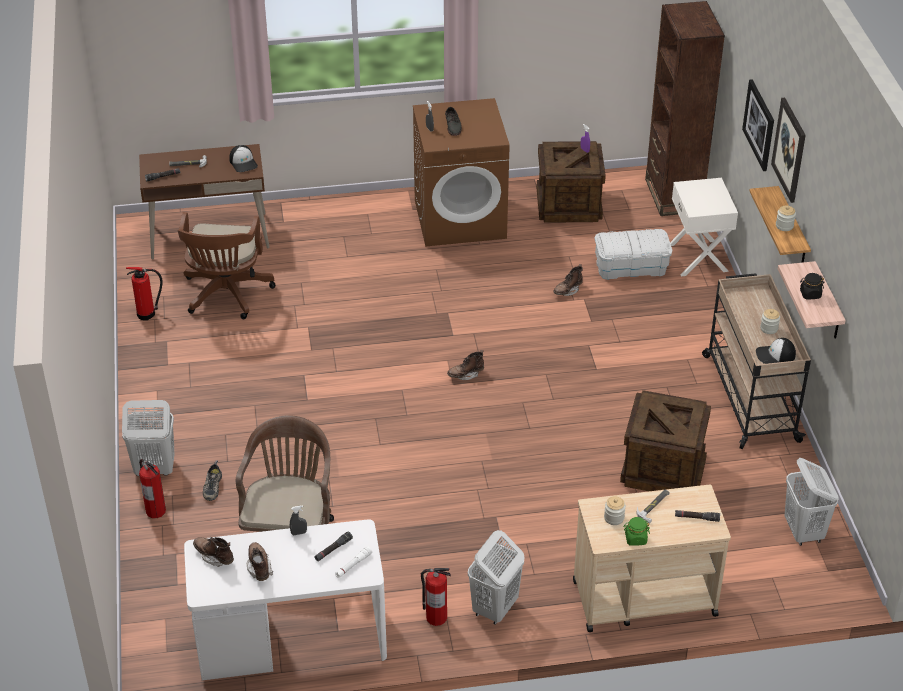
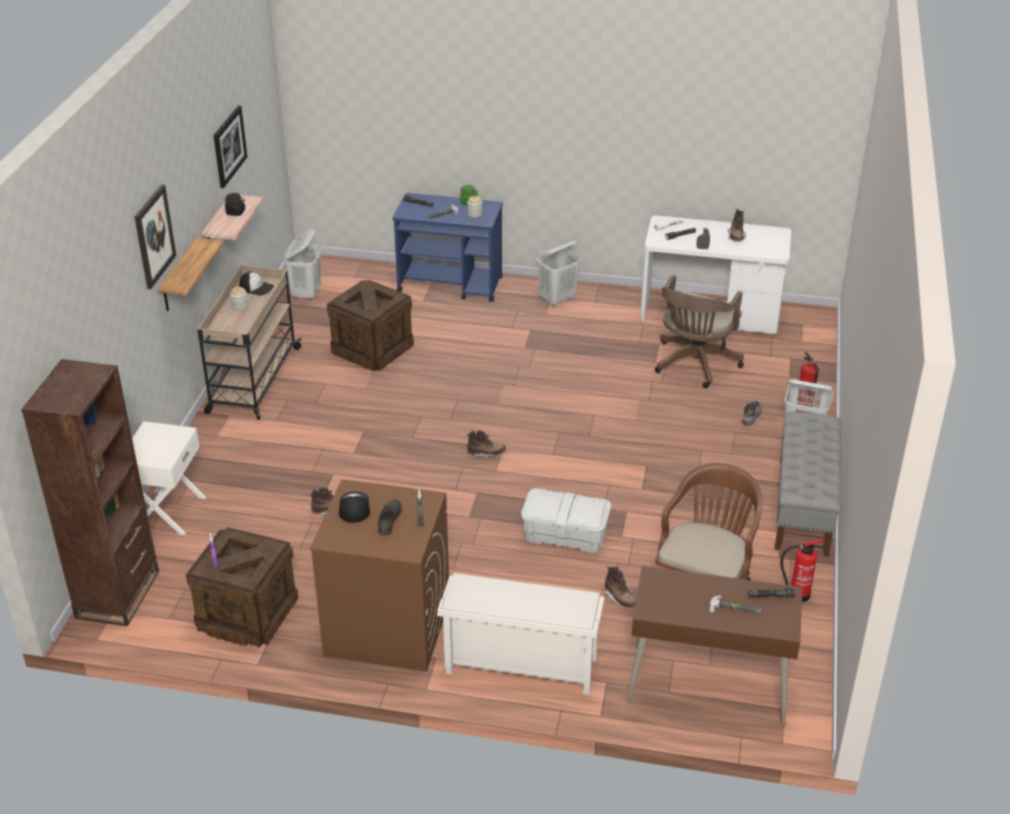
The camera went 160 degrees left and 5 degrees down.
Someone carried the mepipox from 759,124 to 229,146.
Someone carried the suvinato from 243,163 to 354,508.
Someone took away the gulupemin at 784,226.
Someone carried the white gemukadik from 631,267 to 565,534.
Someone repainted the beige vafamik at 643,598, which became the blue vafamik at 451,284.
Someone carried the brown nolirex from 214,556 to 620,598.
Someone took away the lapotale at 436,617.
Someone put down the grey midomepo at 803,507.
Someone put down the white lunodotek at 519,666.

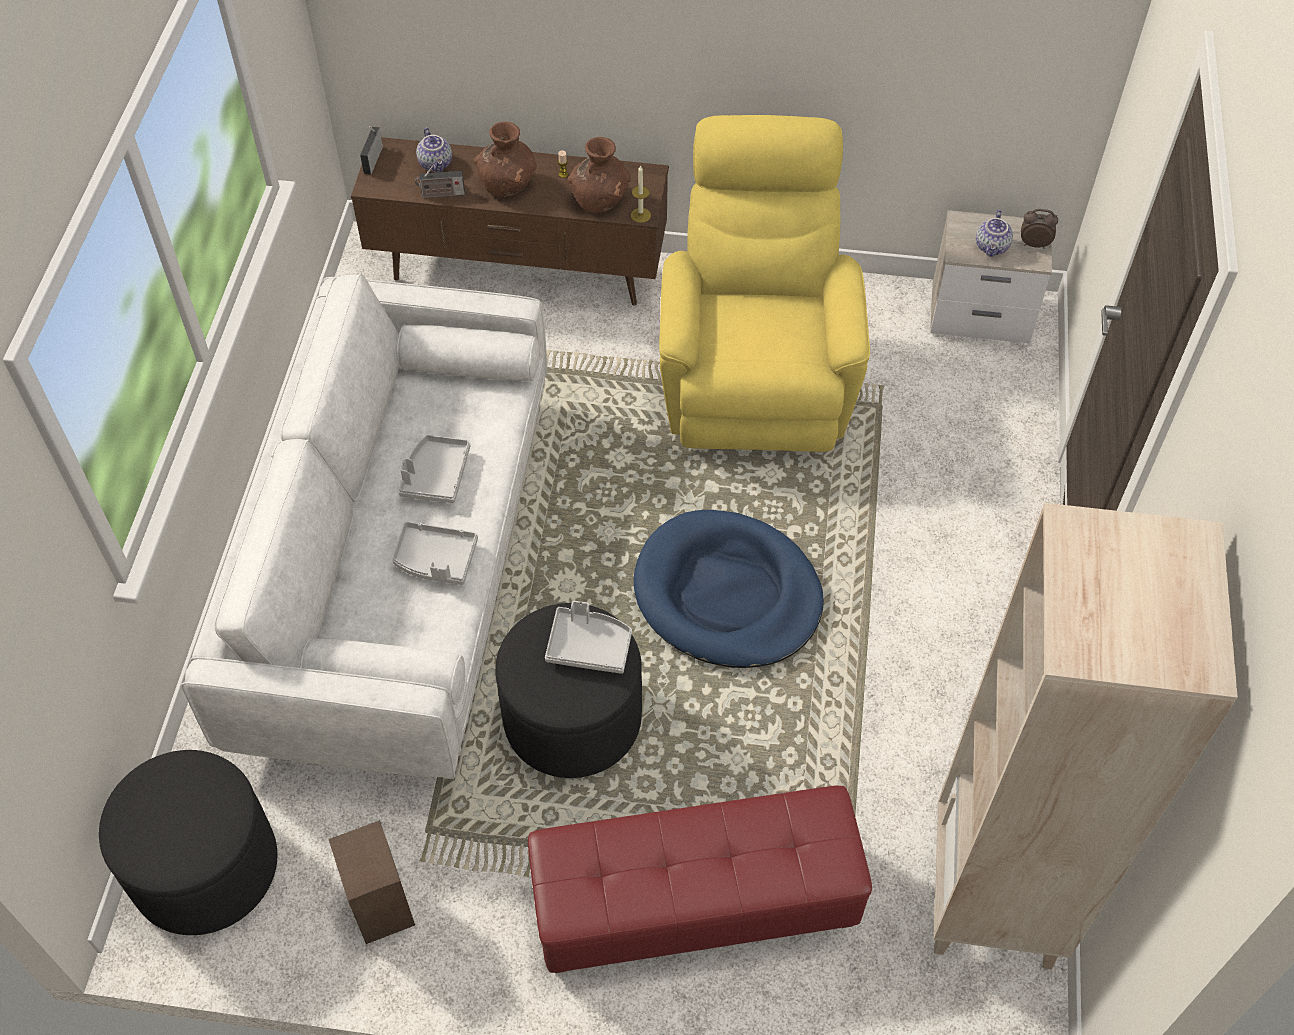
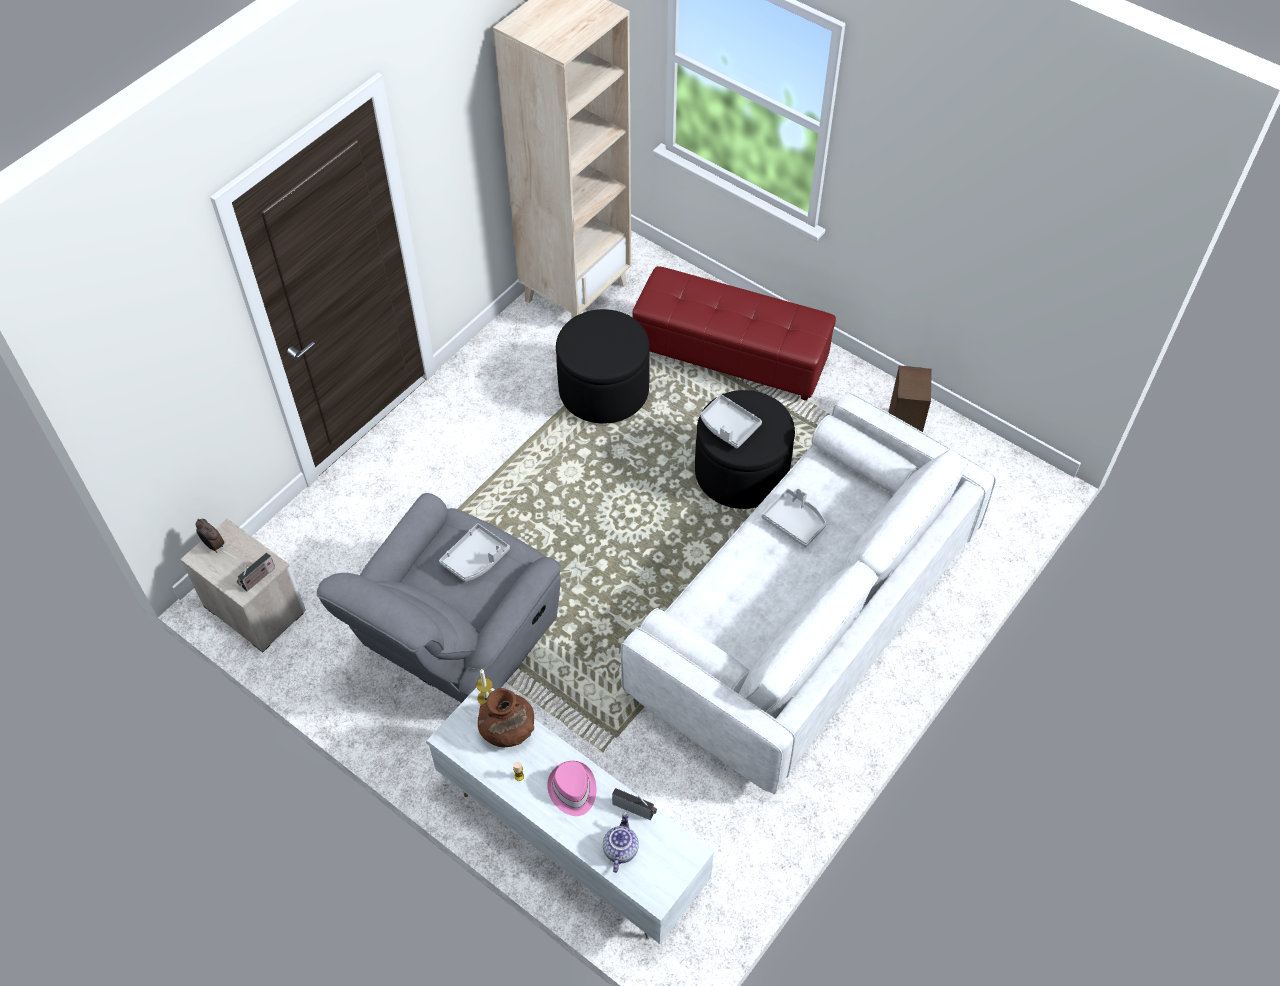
The camera went 150 degrees left and 0 degrees up.
Someone repainted the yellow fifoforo at 756,374, which became the grey fifoforo at 456,644.
Someone swapped the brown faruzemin at 508,184 for the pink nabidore at 572,790.
Someone carried the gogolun from 373,158 to 258,579.
Someone repainted the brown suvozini at 519,273, which became the white suvozini at 572,842.
Someone took away the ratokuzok at 992,247.
Someone carried the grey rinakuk from 436,476 to 476,559.
Someone took away the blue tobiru at 727,594.
Someone carried the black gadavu from 205,867 to 604,390.

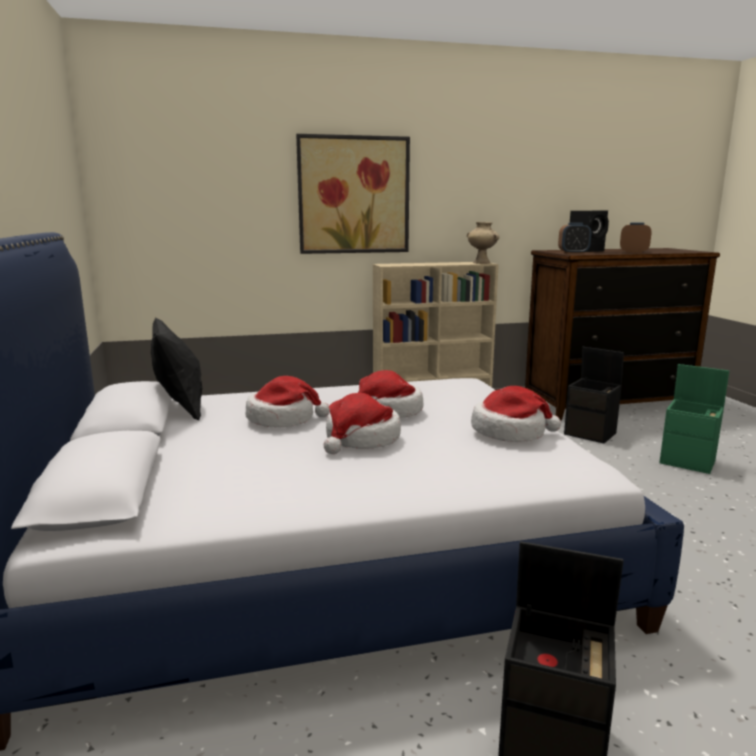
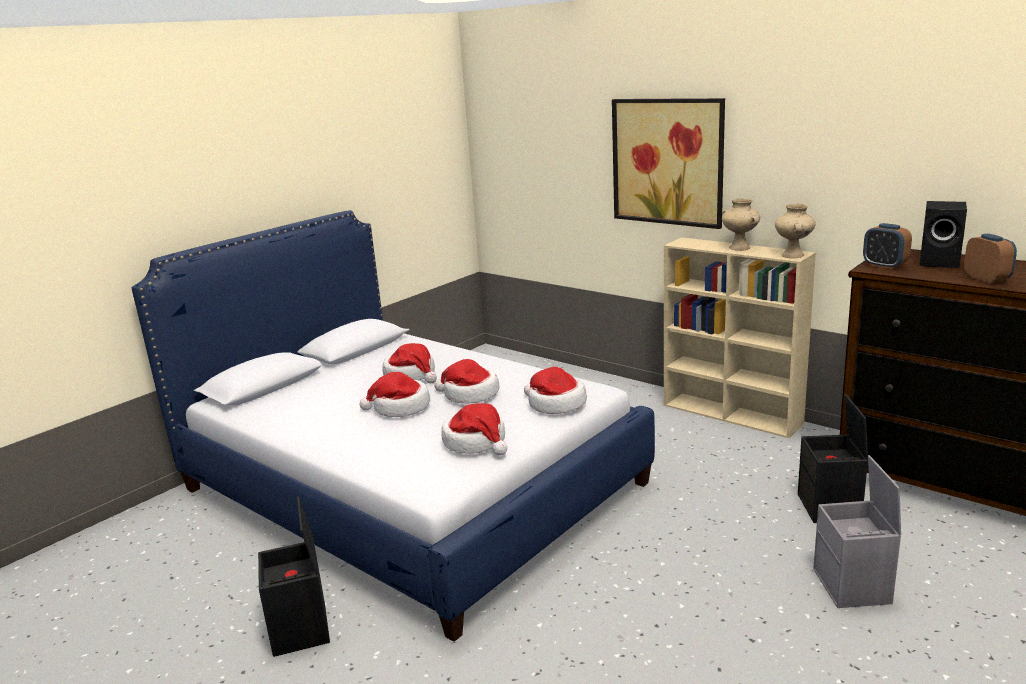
The camera went 55 degrees right and 5 degrees up.
Someone took away the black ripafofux at 180,409.
Someone repainted the green gemukadik at 688,462, which became the grey gemukadik at 853,587.
Someone put down the beige faruzemin at 740,248.
Someone put down the nabidore at 555,404.

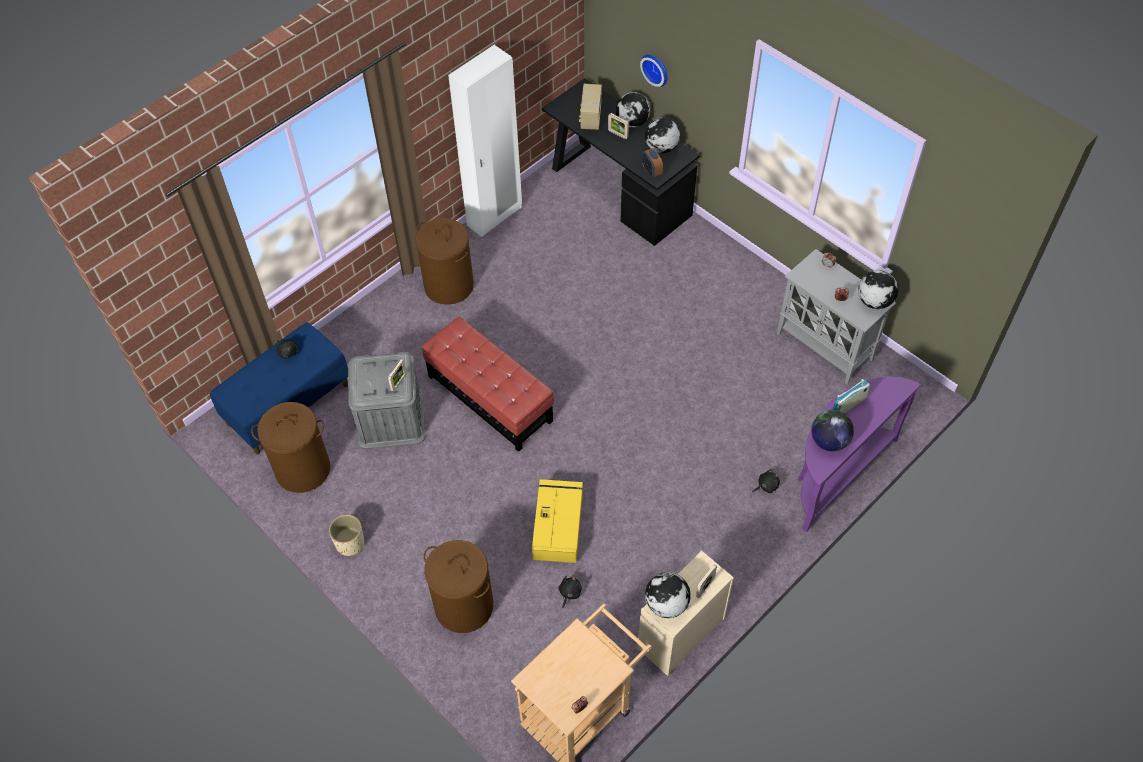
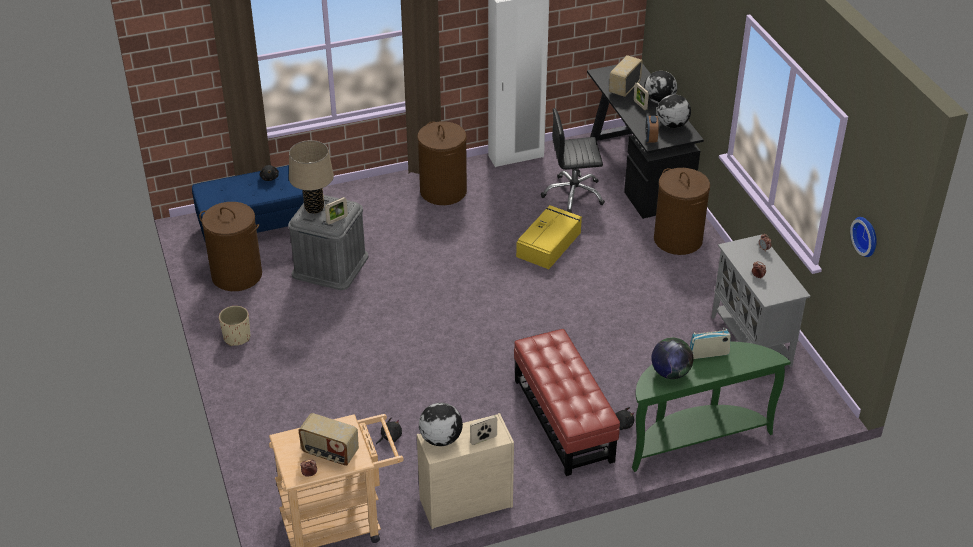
The camera went 25 degrees right and 15 degrees down.
Someone carried the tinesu from 656,69 to 867,236.
Someone took away the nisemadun at 874,301.
Someone carried the red gadavu from 489,399 to 562,420.
Someone repainted the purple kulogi at 836,473, which became the green kulogi at 695,438.
Someone carried the yellow gemukadik from 558,525 to 549,244.
Someone carried the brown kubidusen from 463,606 to 677,240.
Someone put down the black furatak at 573,194.
Someone put down the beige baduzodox at 314,208.
Someone put down the gogolun at 330,453.

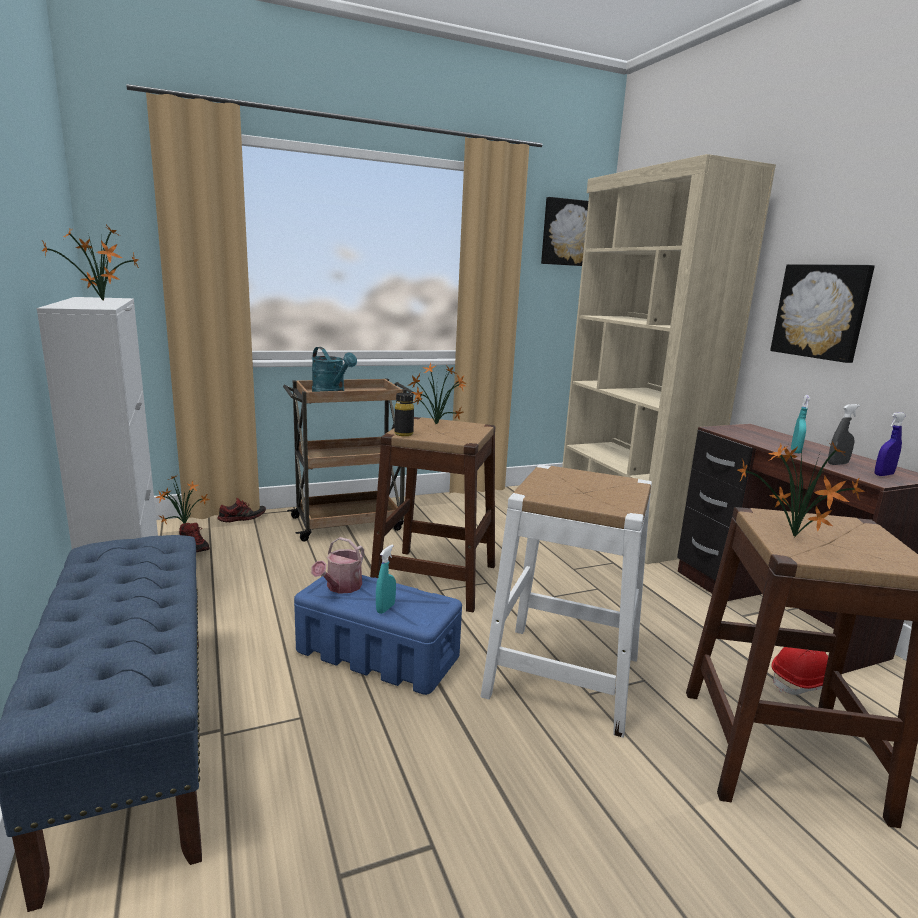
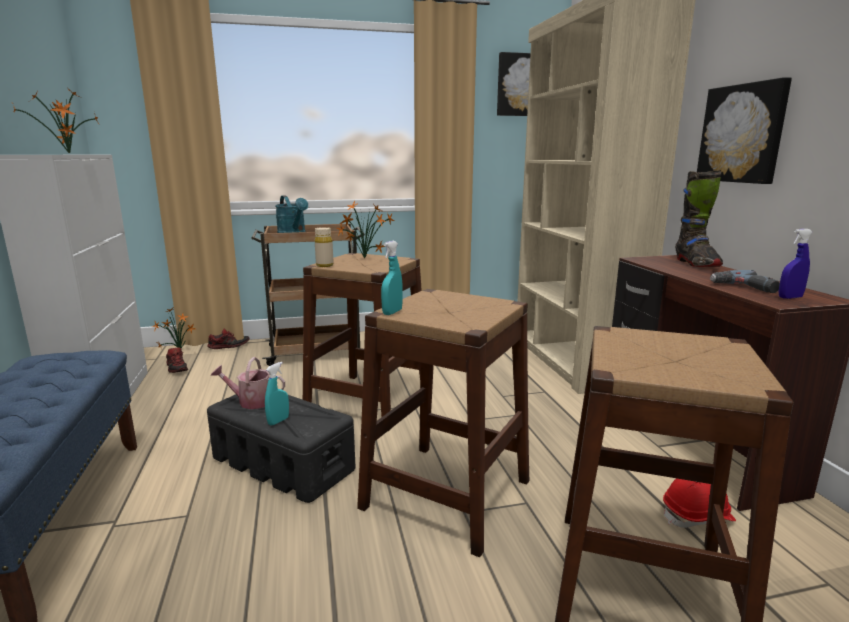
The camera went 10 degrees right and 0 degrees up.
Someone repainted the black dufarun at 403,434, which became the beige dufarun at 324,265.
Someone carried the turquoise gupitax from 795,451 to 392,312.
Someone swapped the grey gupitax at 837,464 for the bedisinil at 744,288.
Someone took away the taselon at 794,538.
Someone repainted the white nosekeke at 563,675, which became the brown nosekeke at 447,493.
Someone rotated the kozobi at 341,587 by 60 degrees clockwise.
Someone repainted the blue gemukadik at 376,654, which became the black gemukadik at 282,463.
Someone put down the black nolirex at 696,263.

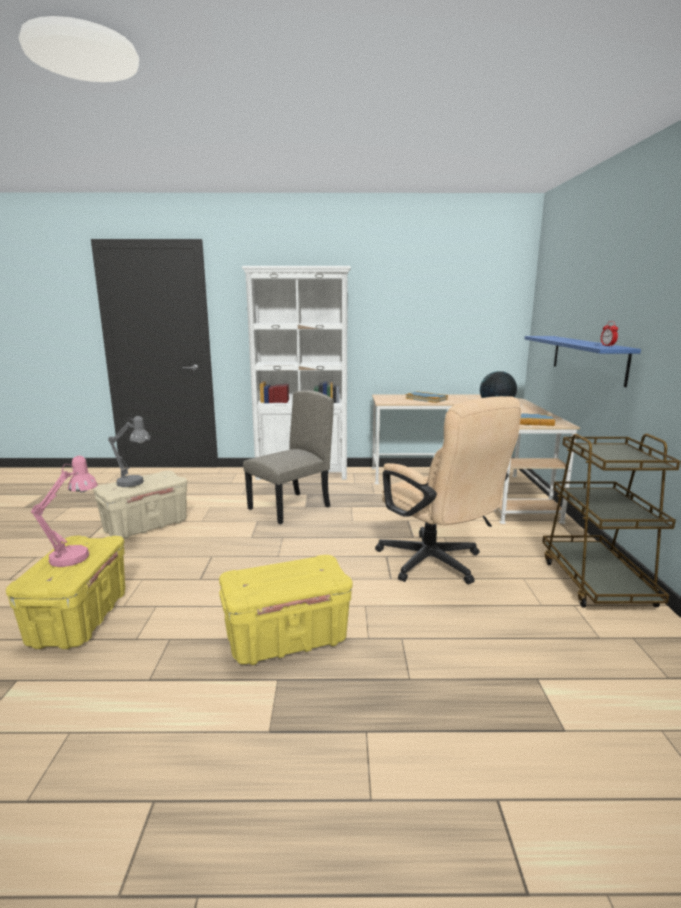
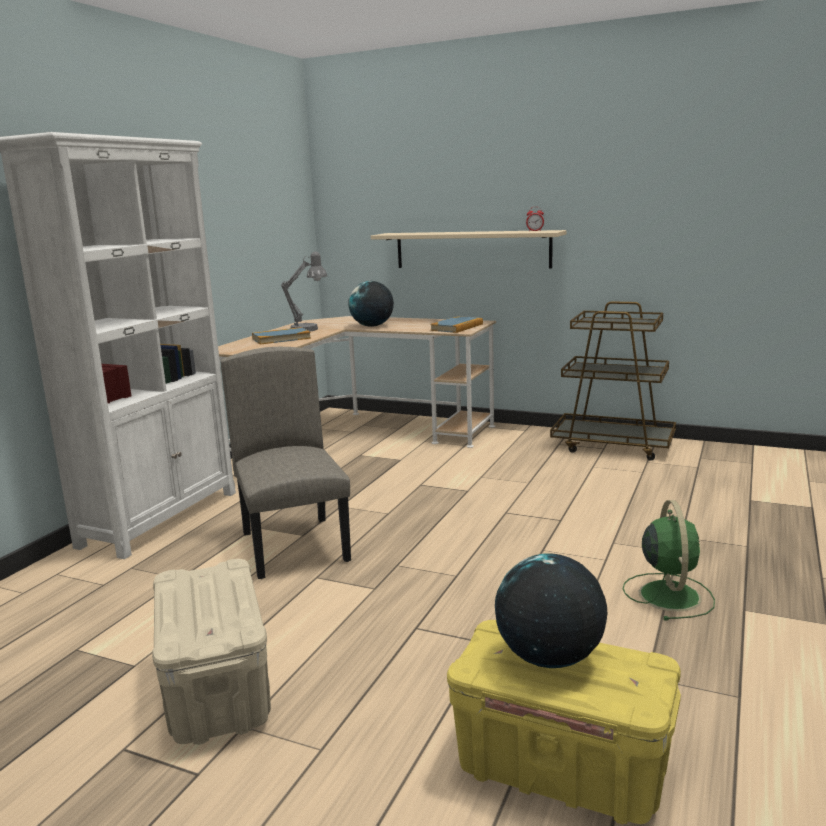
The camera went 65 degrees left and 0 degrees up.
Someone repainted the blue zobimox at 587,358, which became the beige zobimox at 472,249.
Someone took away the beige furatak at 437,565.
Someone carried the grey baduzodox from 134,483 to 309,328.
Someone swapped the pink baduzodox at 76,554 for the nisemadun at 549,658.
Someone swapped the yellow gemukadik at 288,639 for the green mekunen at 668,594.

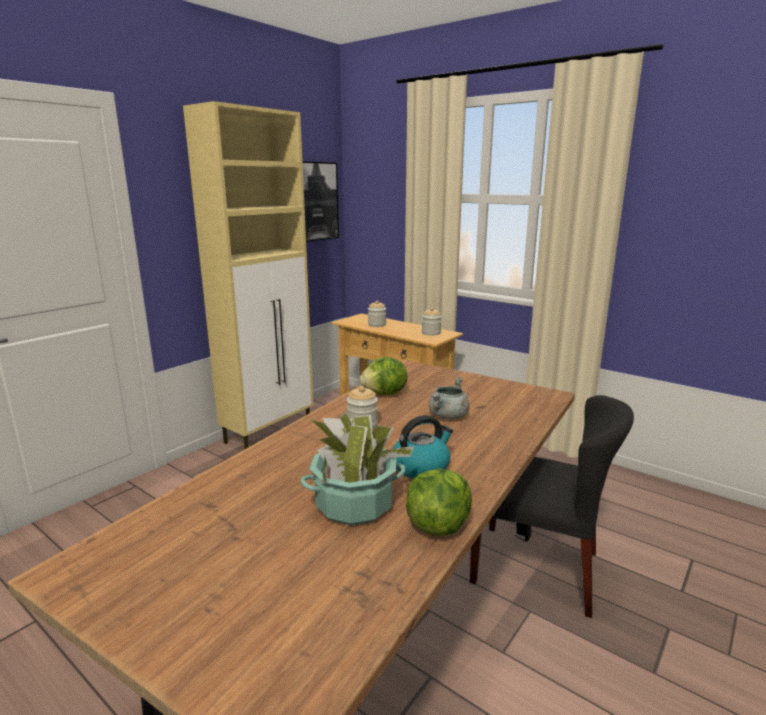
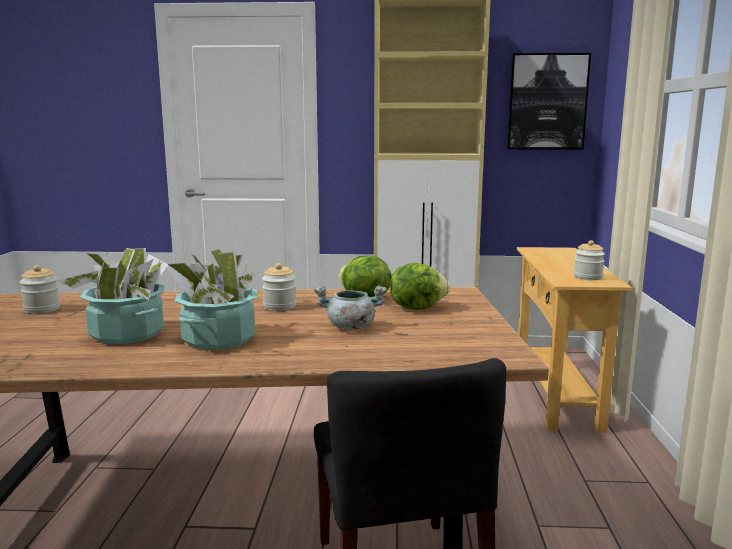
The camera went 55 degrees right and 5 degrees down.
Someone carried the gulupemin from 377,324 to 42,309.
Someone swapped the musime at 421,466 for the taselon at 219,339.
Someone carried the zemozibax from 438,525 to 416,307.

